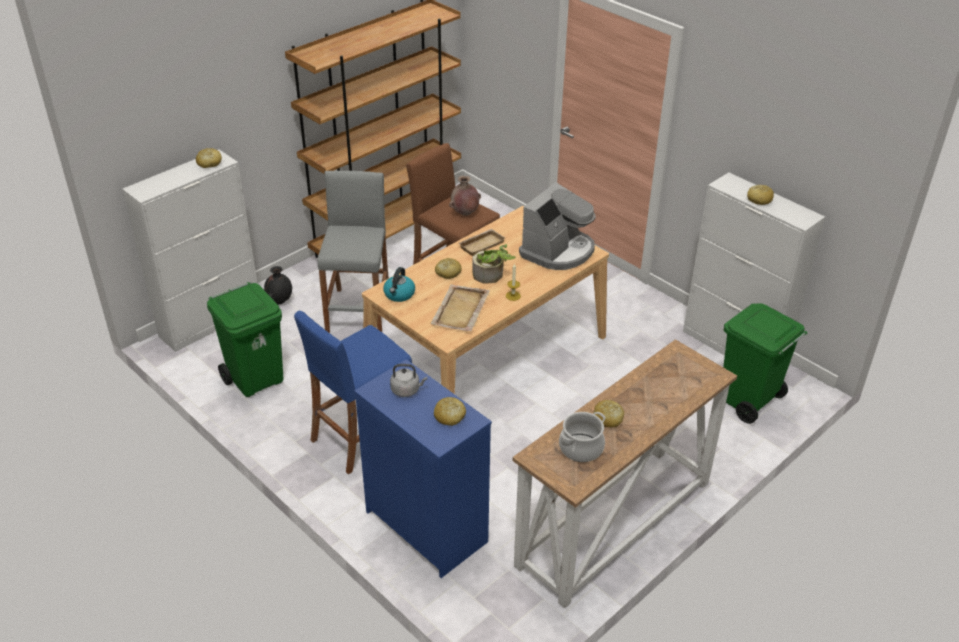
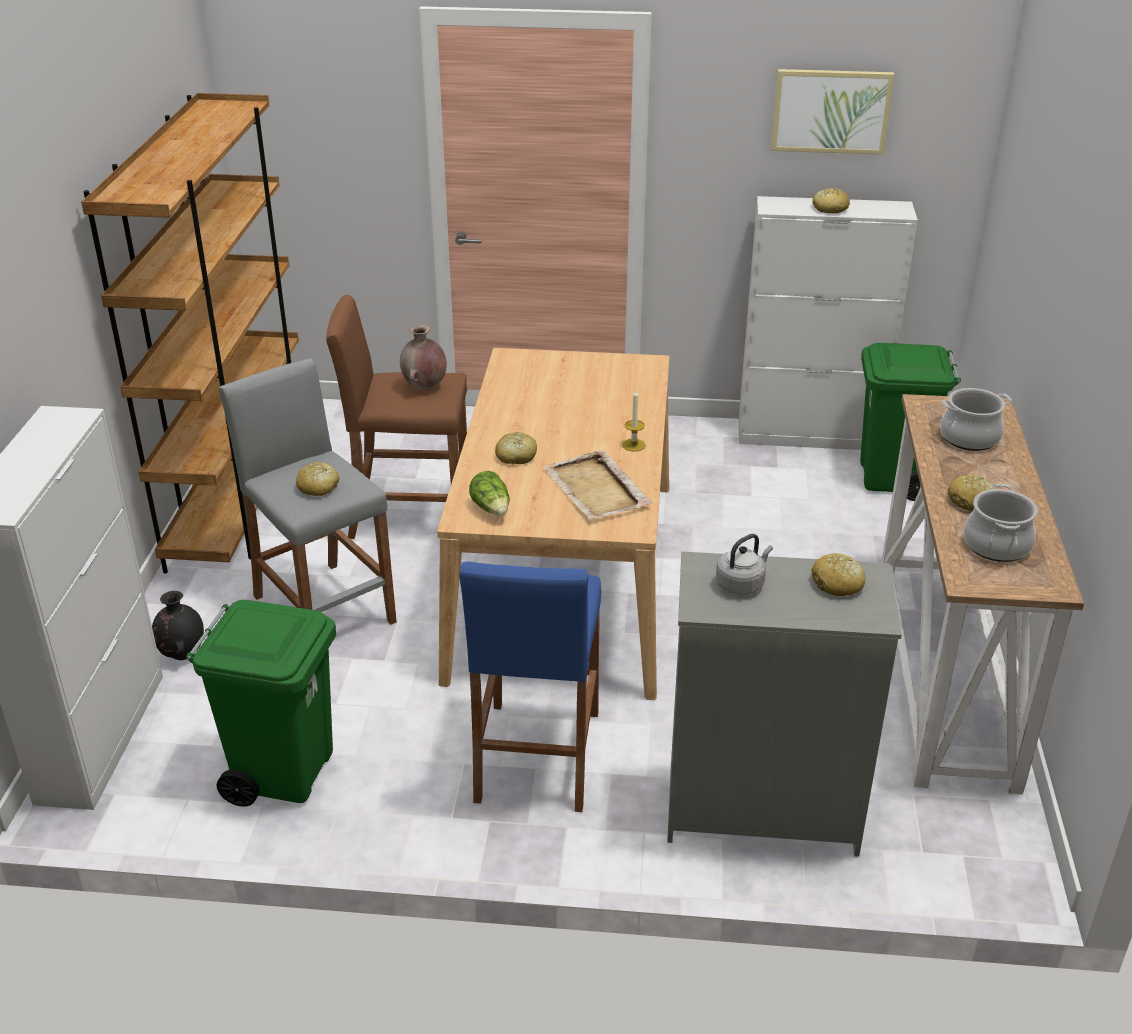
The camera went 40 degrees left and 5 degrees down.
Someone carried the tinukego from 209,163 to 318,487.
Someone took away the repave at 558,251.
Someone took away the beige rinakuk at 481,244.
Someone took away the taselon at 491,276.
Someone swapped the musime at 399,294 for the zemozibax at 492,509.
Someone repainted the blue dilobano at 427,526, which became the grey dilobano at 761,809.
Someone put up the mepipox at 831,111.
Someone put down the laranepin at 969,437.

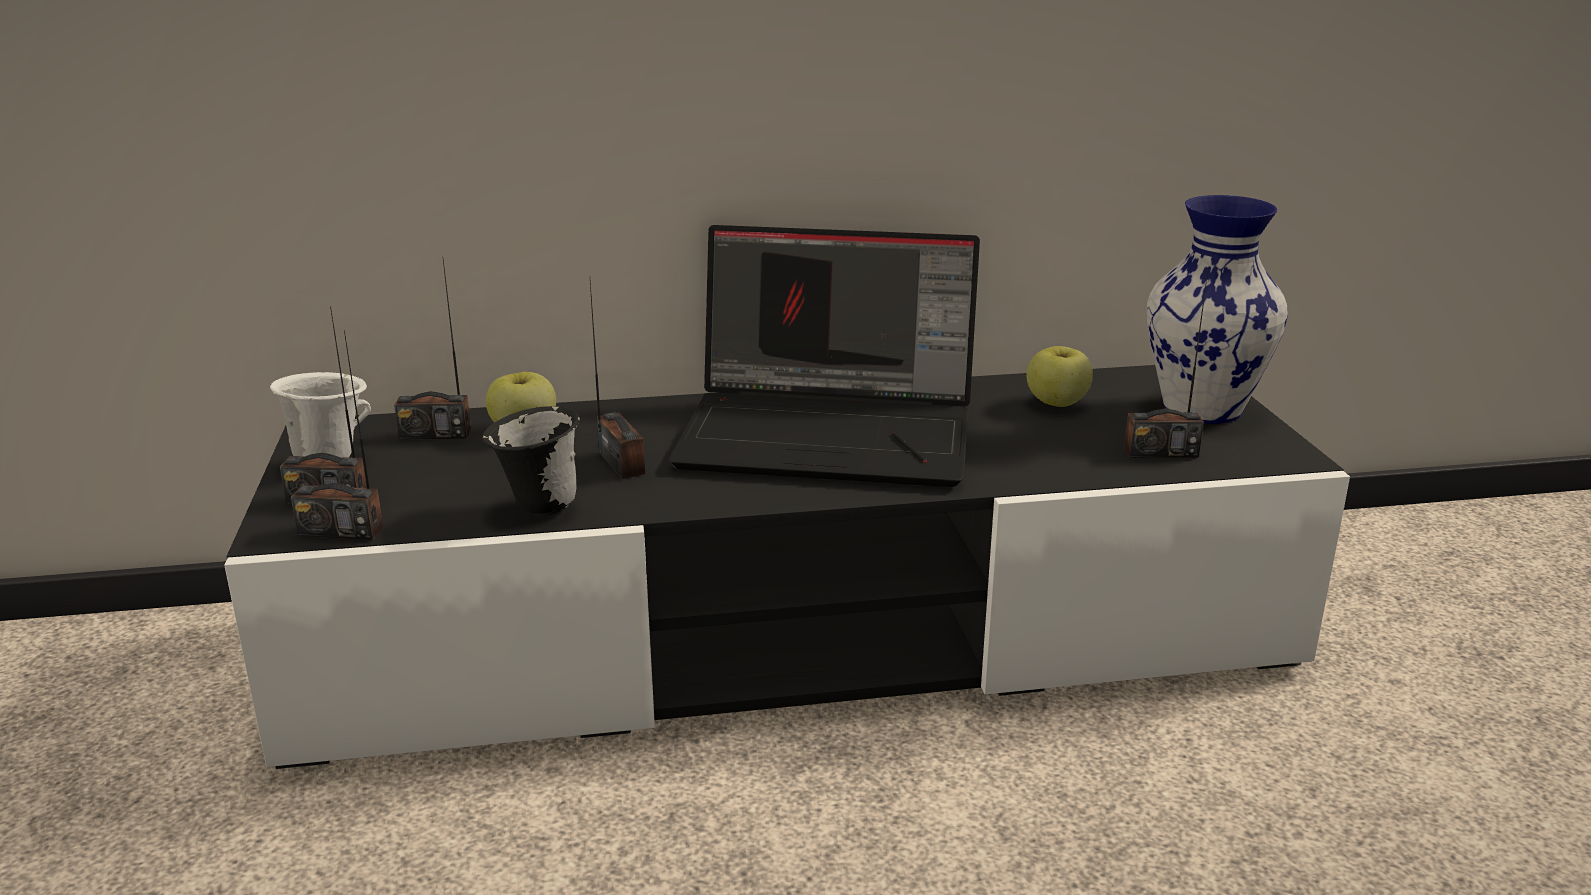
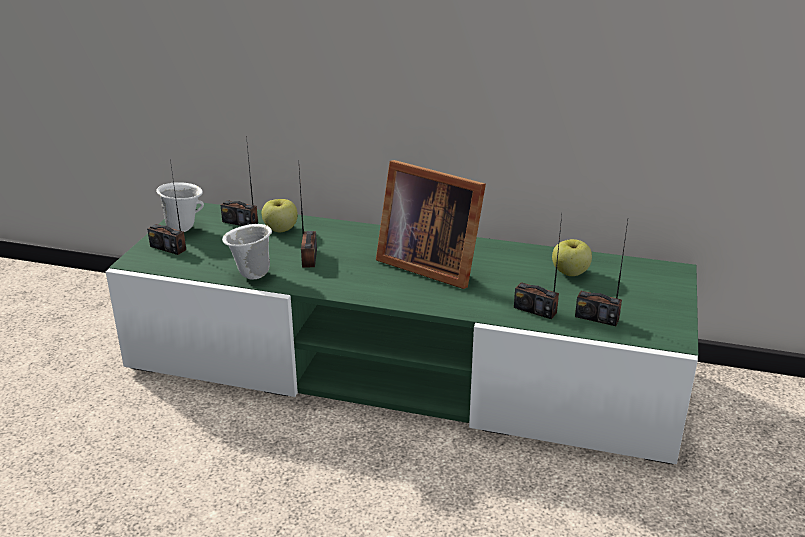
The camera went 25 degrees right and 5 degrees up.
Someone took away the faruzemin at 1200,408.
Someone swapped the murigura at 833,432 for the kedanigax at 428,264.
Someone carried the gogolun from 341,531 to 535,310.
Someone repainted the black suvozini at 795,638, which became the green suvozini at 402,369.
Someone repainted the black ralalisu at 538,509, which became the white ralalisu at 251,275.

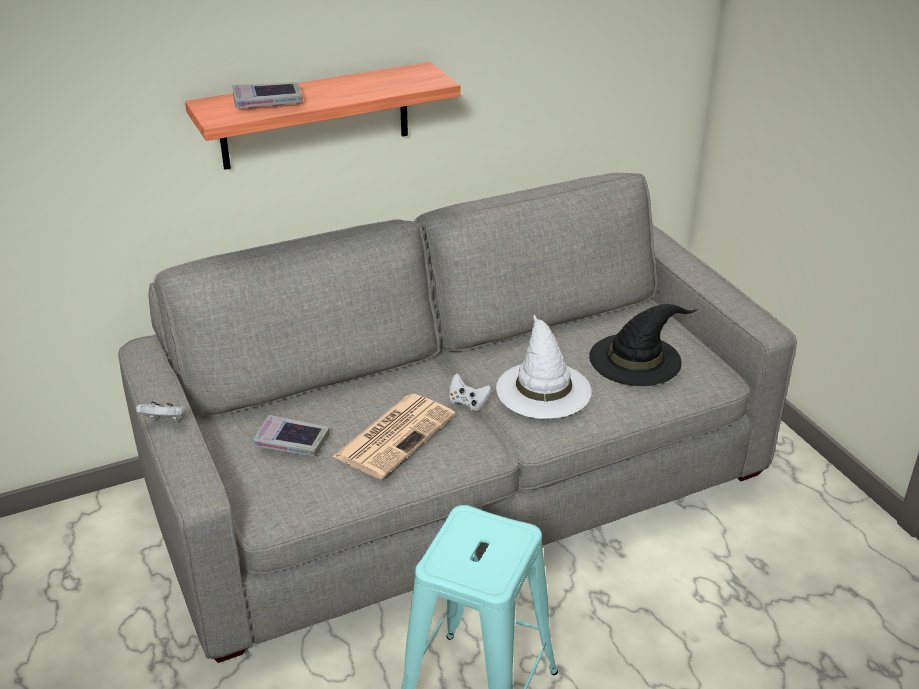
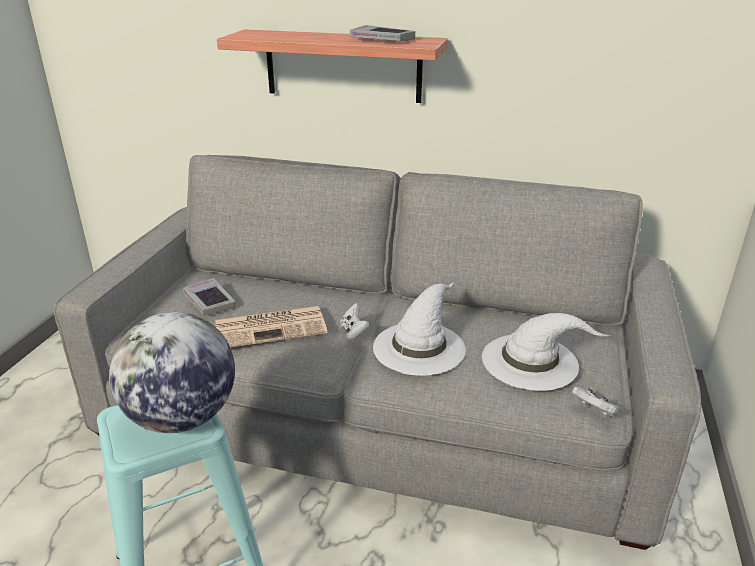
The camera went 40 degrees right and 5 degrees down.
Someone carried the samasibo from 268,101 to 382,40.
Someone repainted the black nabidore at 636,358, which became the white nabidore at 531,361.
Someone carried the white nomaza from 165,421 to 594,412.
Someone put down the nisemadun at 182,418.

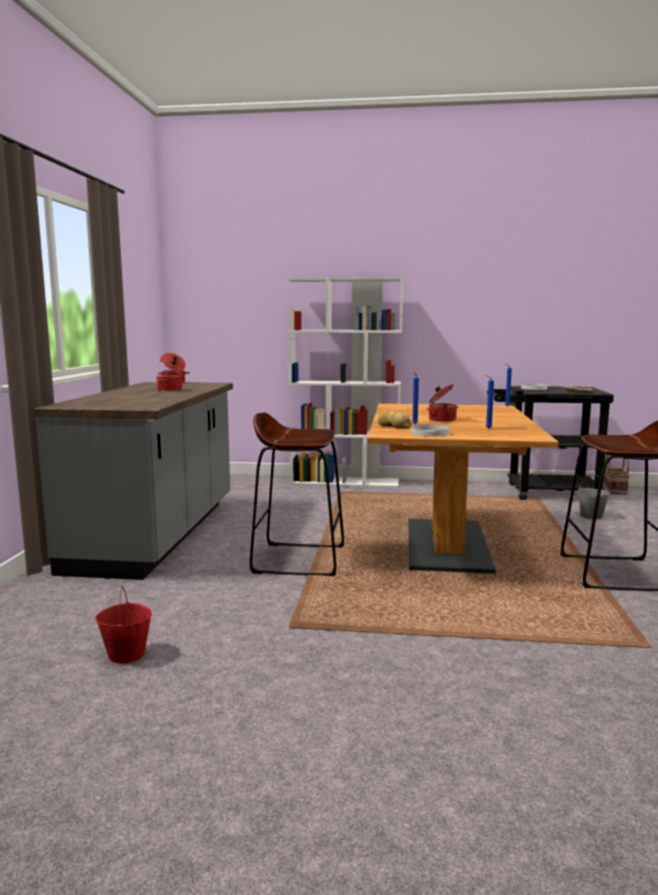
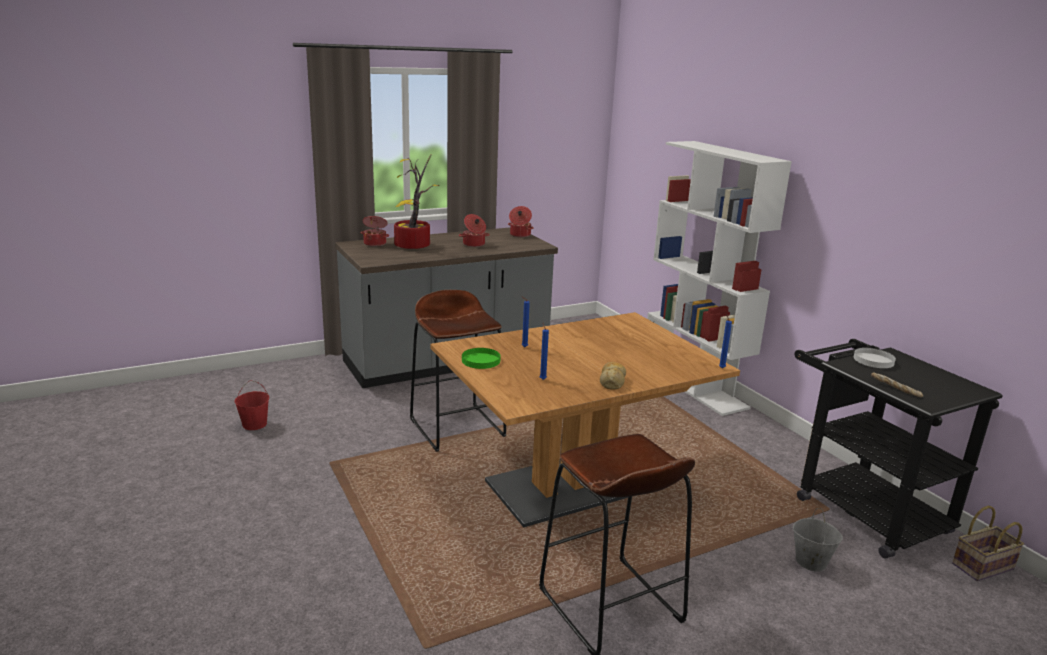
The camera went 55 degrees right and 10 degrees up.
Someone carried the laranepin from 441,420 to 375,243.
Someone carried the tinukego from 394,426 to 612,381.
Someone repainted the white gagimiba at 430,433, which became the green gagimiba at 481,360.
Someone put down the taselon at 414,246.

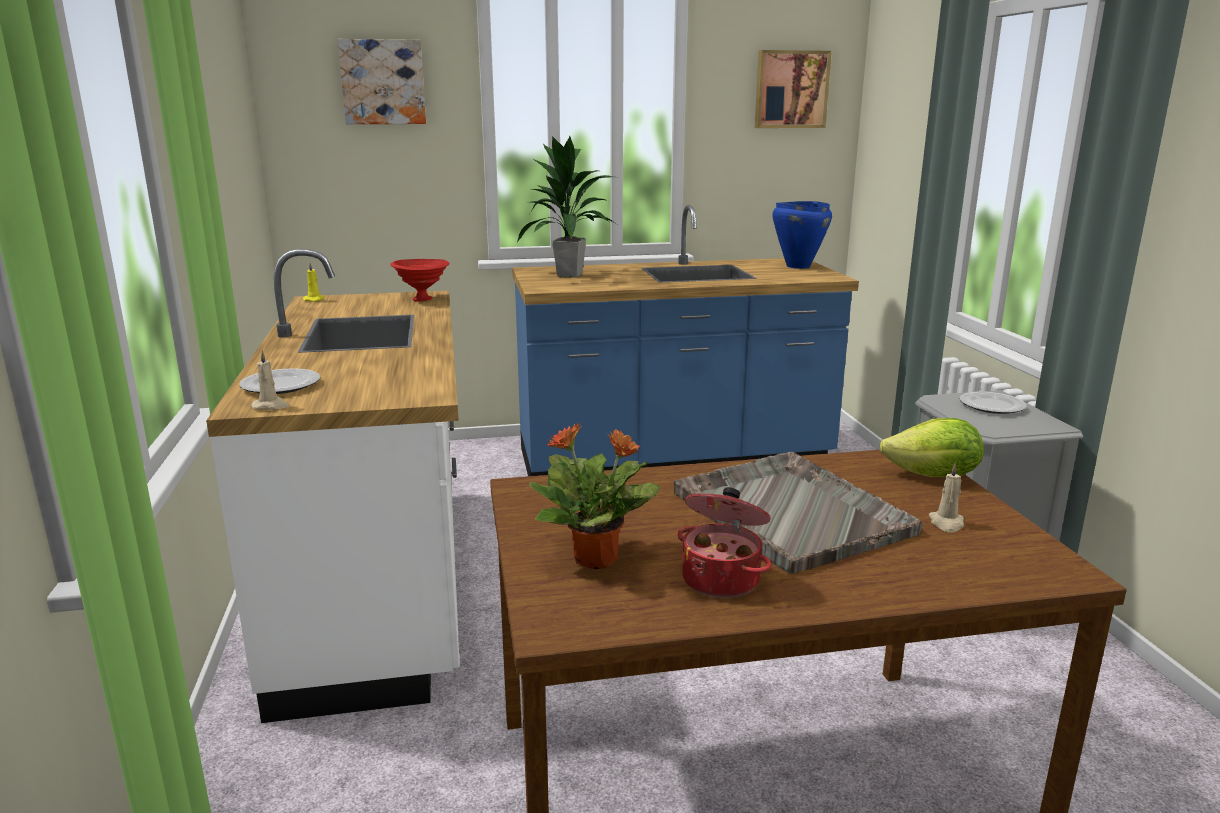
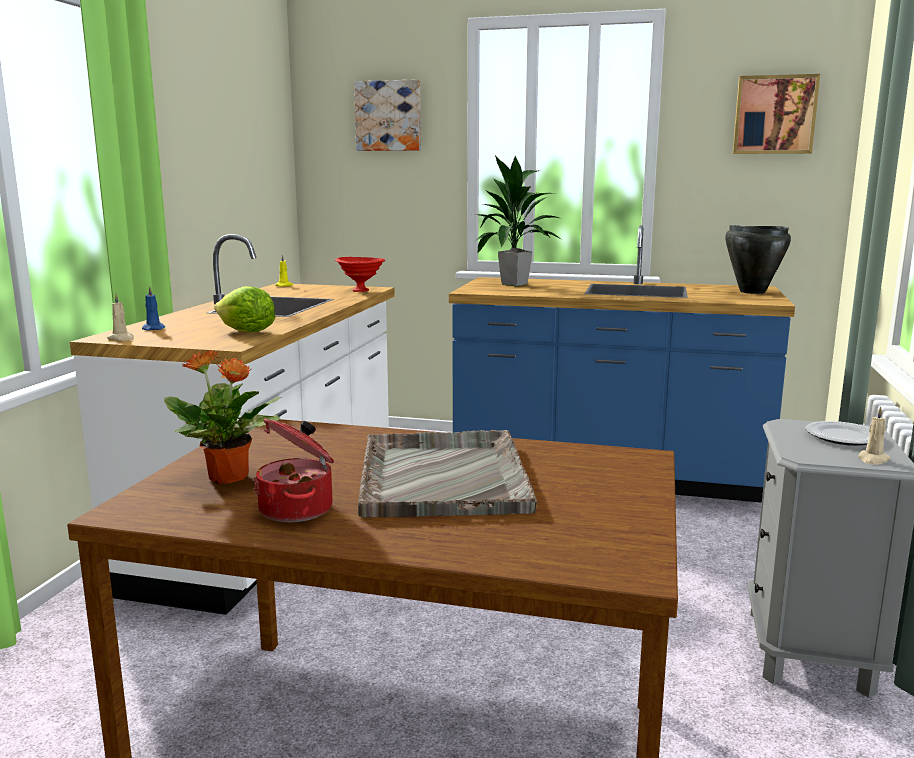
The camera went 25 degrees right and 5 degrees down.
Someone repainted the blue laranepin at 797,266, which became the black laranepin at 751,292.
Someone swapped the gagimiba at 281,385 for the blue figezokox at 153,329.
Someone carried the zemozibax from 933,476 to 246,332.
Someone carried the beige figezokox from 946,523 to 873,459.

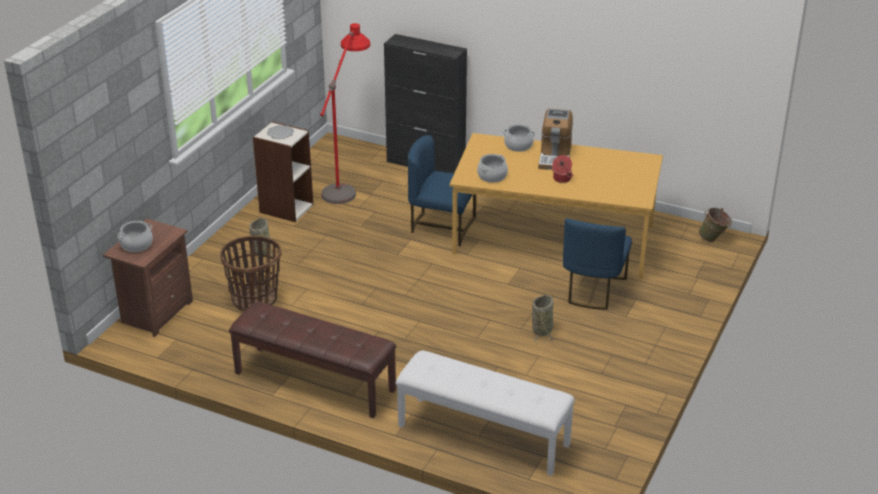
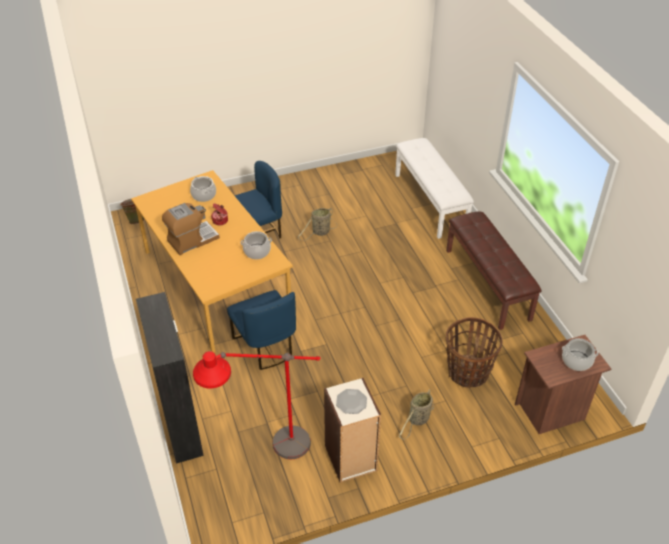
The camera went 135 degrees left and 10 degrees up.
Someone carried the laranepin from 518,145 to 203,195.

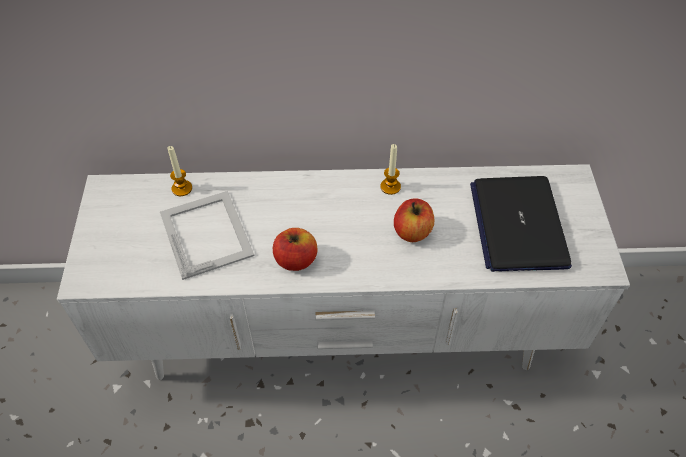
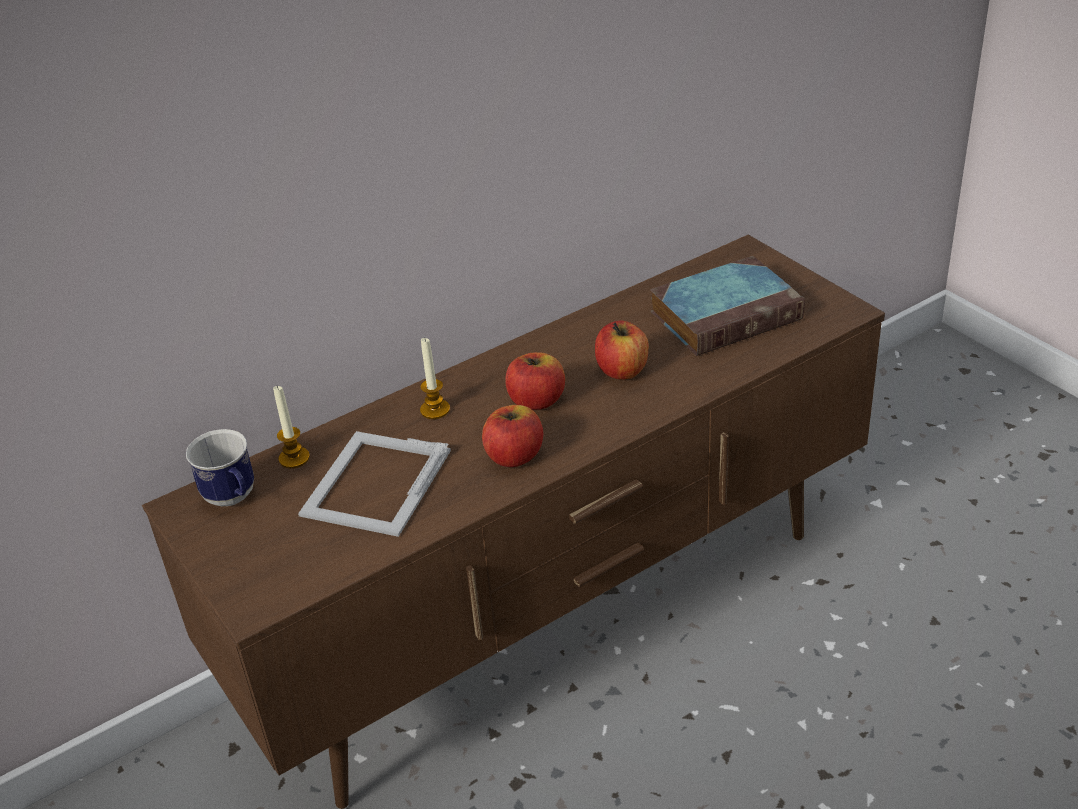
The camera went 30 degrees left and 15 degrees down.
Someone carried the figezokox from 390,187 to 435,410.
Someone repainted the white suvozini at 342,337, which became the brown suvozini at 556,624.
Someone swapped the murigura at 518,224 for the samasibo at 727,314.
Someone rotated the kedanigax at 206,232 by 105 degrees counterclockwise.
Someone put down the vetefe at 536,401.
Someone put down the ralalisu at 233,499.

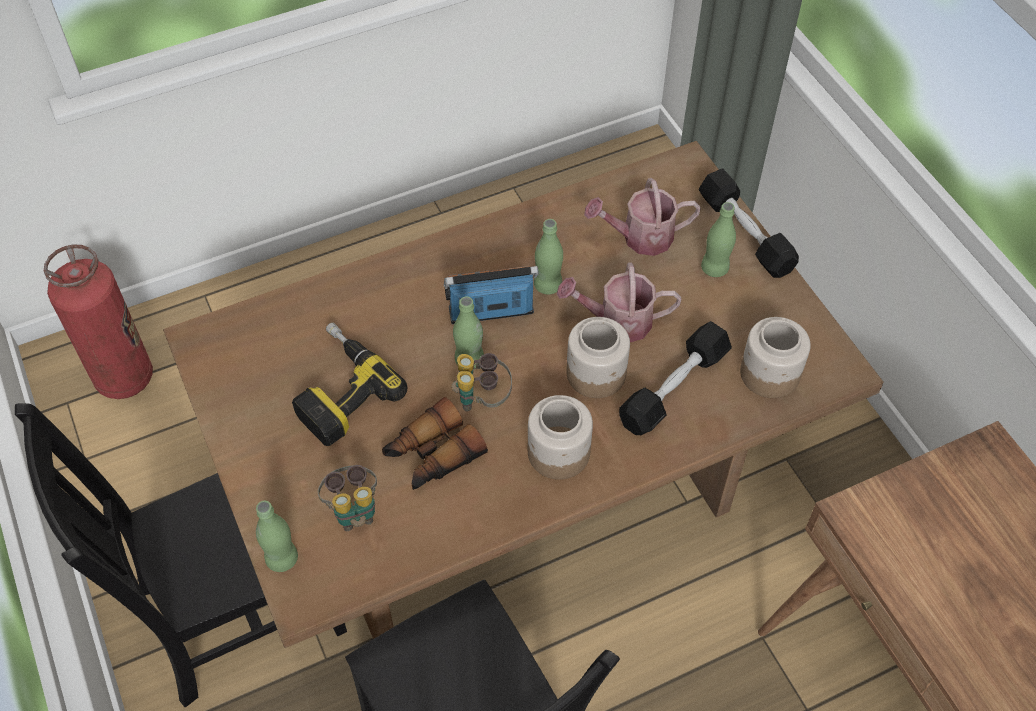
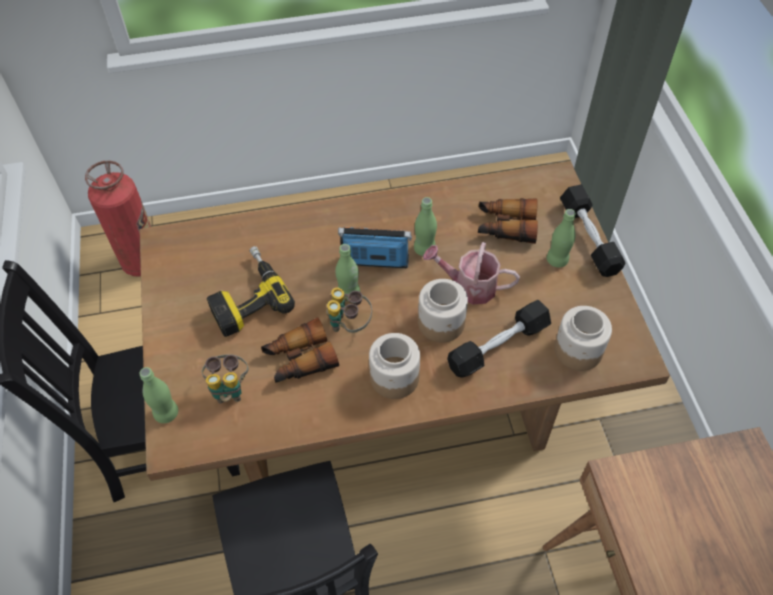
The camera went 15 degrees right and 0 degrees up.
Someone swapped the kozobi at 640,237 for the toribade at 505,226.

